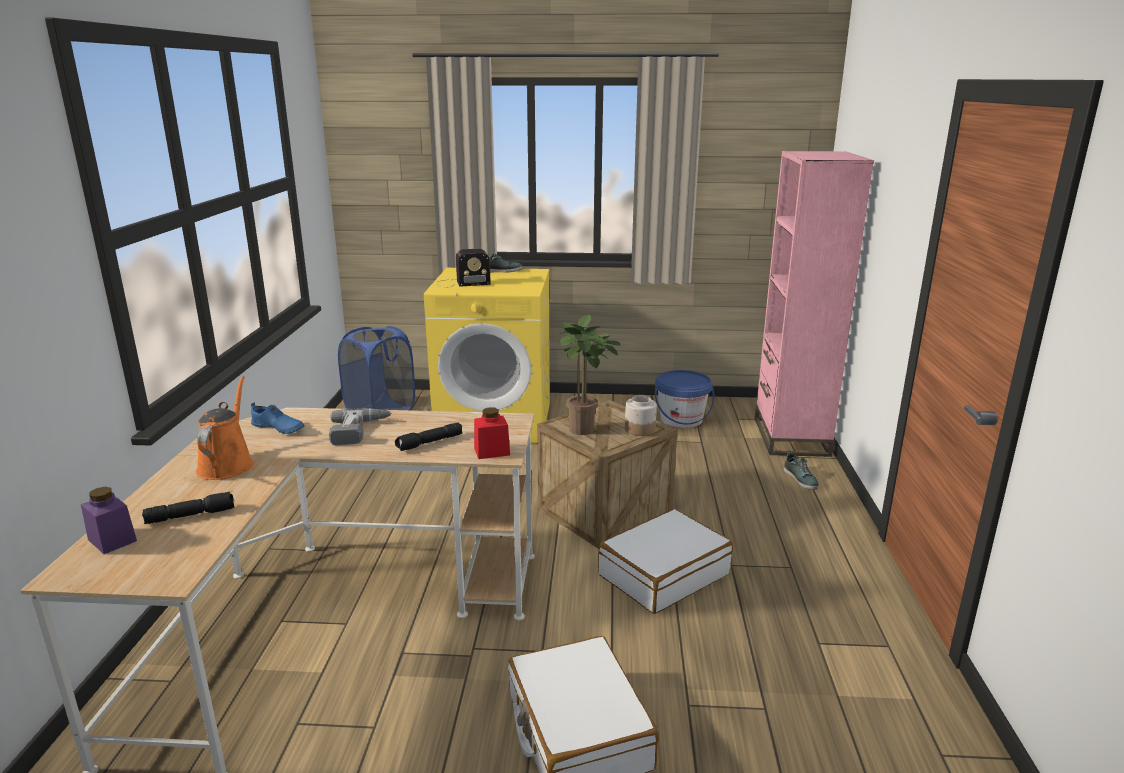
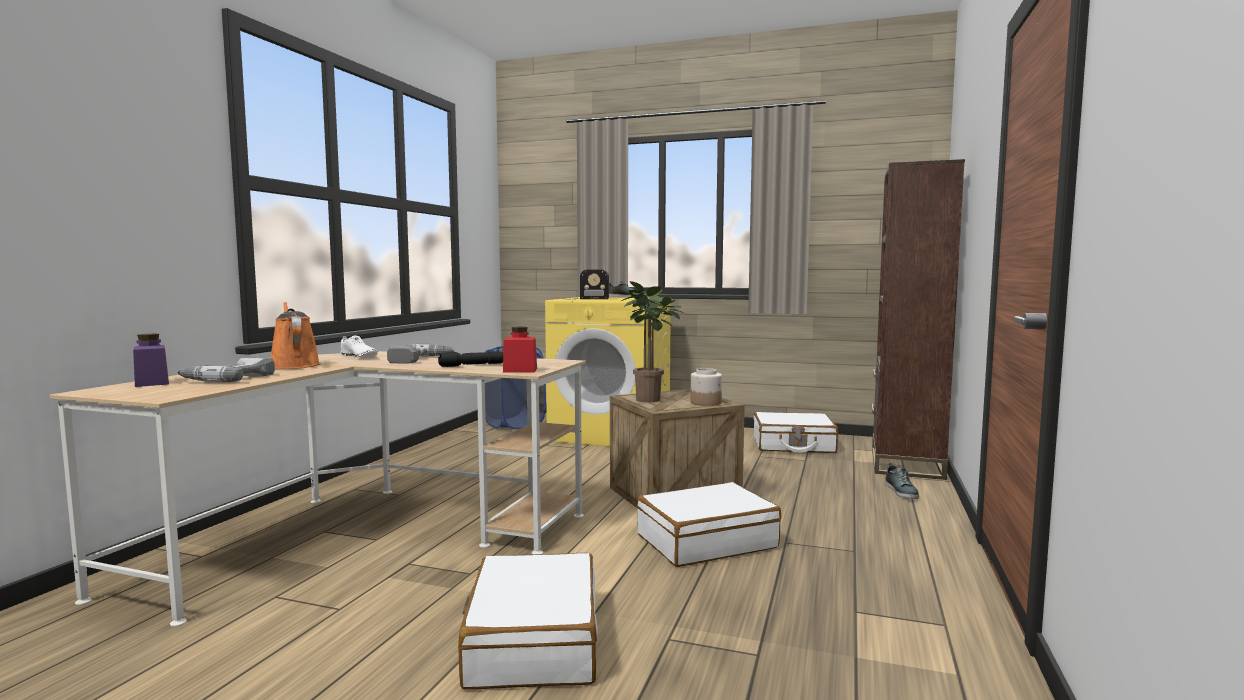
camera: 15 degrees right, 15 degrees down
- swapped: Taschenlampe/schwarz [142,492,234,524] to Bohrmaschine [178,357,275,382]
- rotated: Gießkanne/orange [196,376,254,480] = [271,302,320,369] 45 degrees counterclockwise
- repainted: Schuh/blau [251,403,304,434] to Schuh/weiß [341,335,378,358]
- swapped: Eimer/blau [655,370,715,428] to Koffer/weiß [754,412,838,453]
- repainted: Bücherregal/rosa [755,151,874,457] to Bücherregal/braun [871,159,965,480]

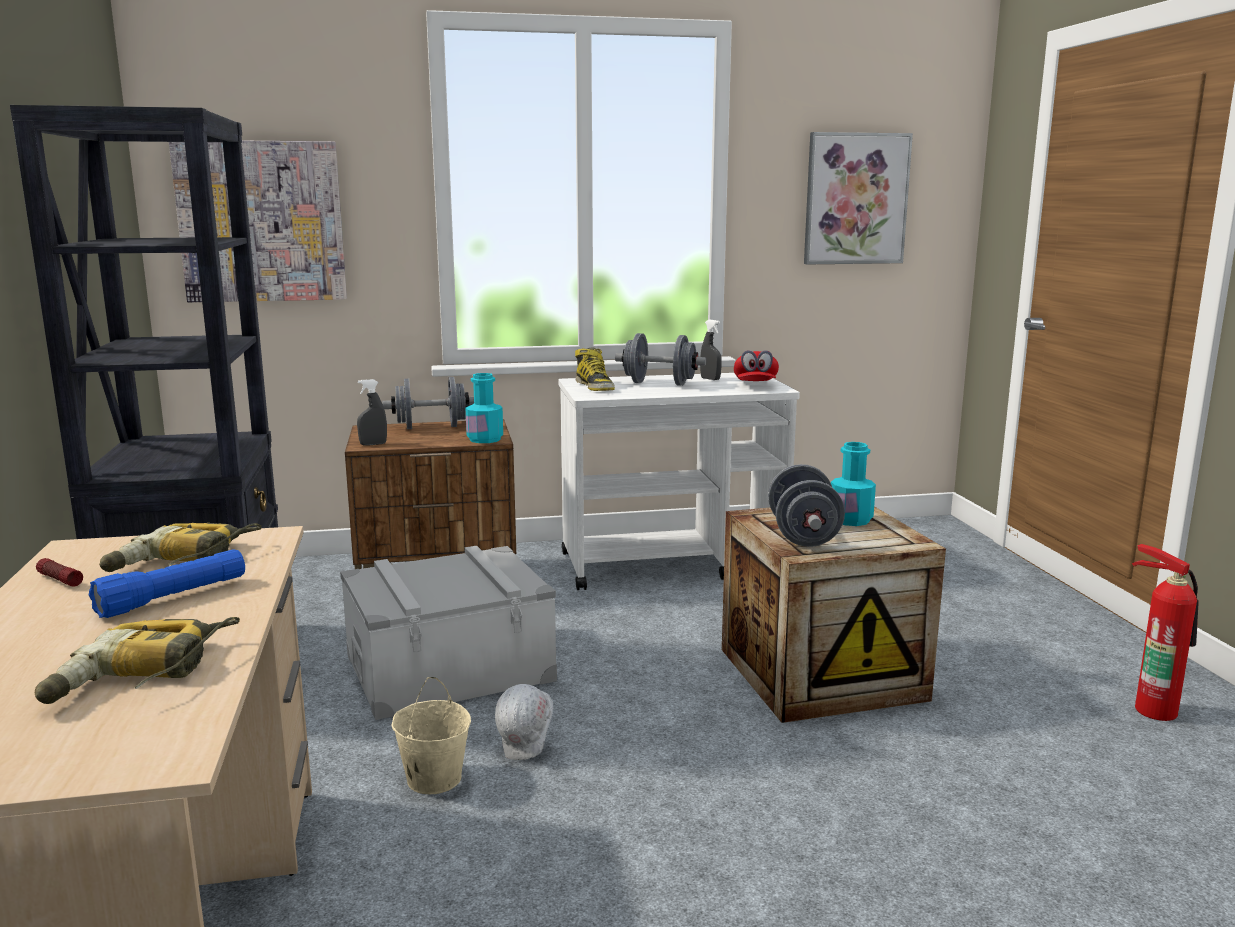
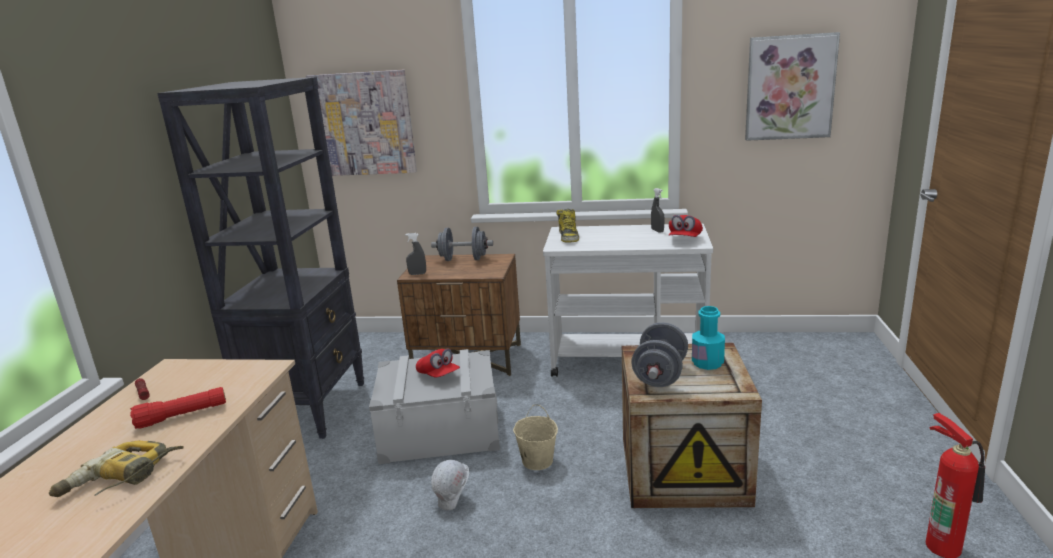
camera: 20 degrees right, 5 degrees up
- repainted: Taschenlampe/blau [89,549,245,618] to Taschenlampe/rot [130,387,226,429]
- gone: Bohrmaschine [99,523,262,572]
- shifted: Eimer/beige [391,677,471,794] to [513,405,558,470]
- gone: Flasche/türkis [466,373,503,443]
- gone: Hantel/grau [615,333,706,386]
- new: Kappe/rot [416,349,460,378]

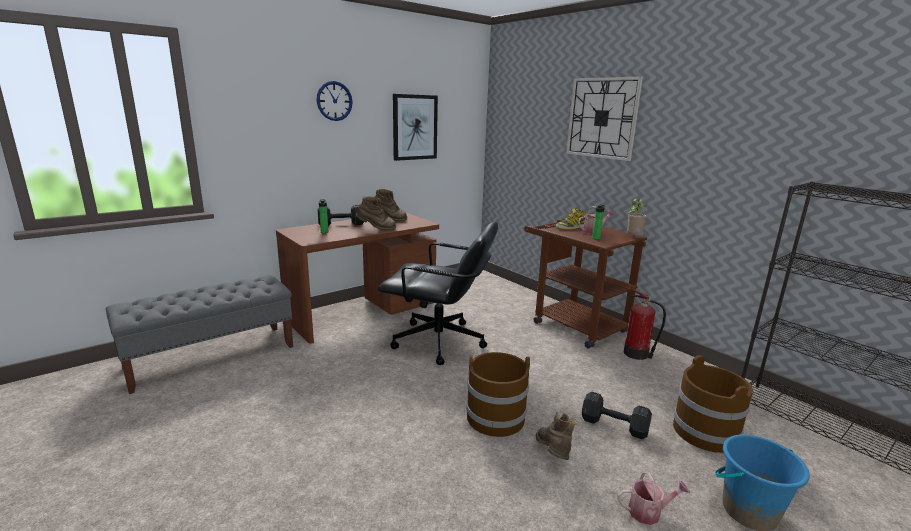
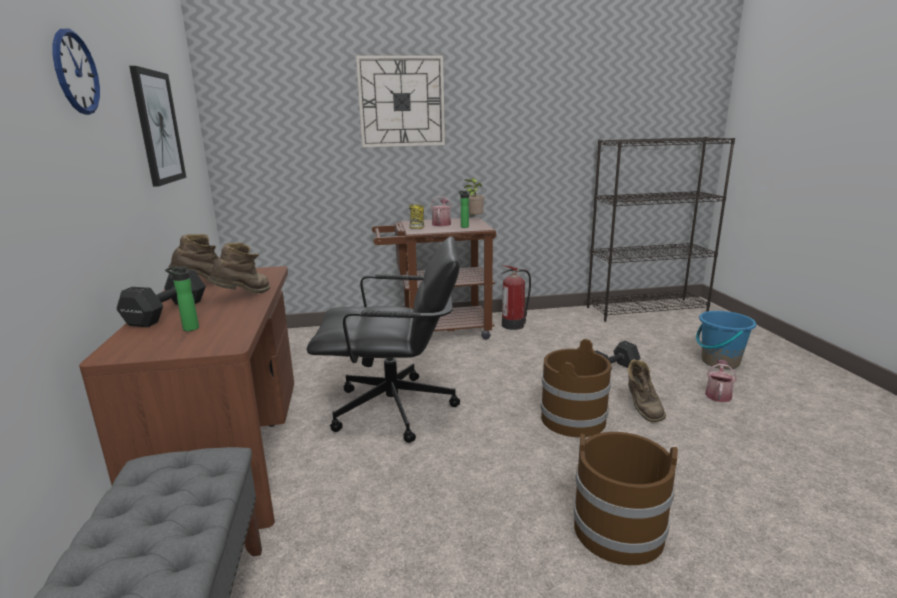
camera: 60 degrees left, 0 degrees up
- rotated: Bürostuhl/schwarz [378,221,498,365] = [307,237,460,443] 45 degrees clockwise
- rotated: Stiefel/braun [536,411,577,460] = [628,359,666,422] 120 degrees counterclockwise
- shifted: Eimer/braun [673,355,753,453] to [573,432,678,566]

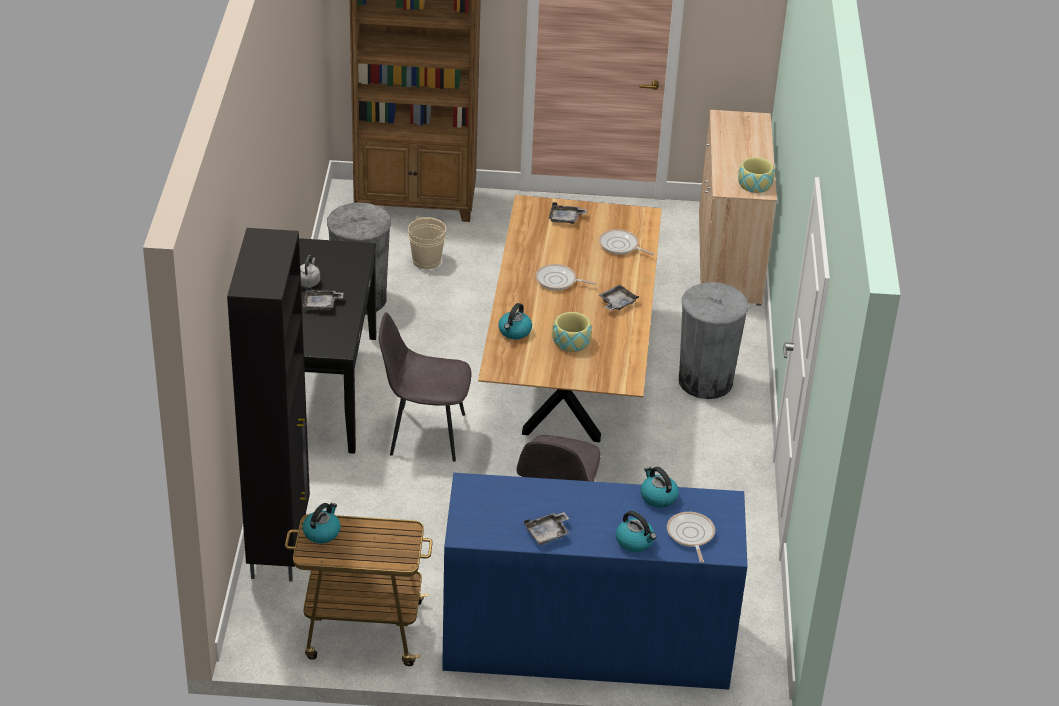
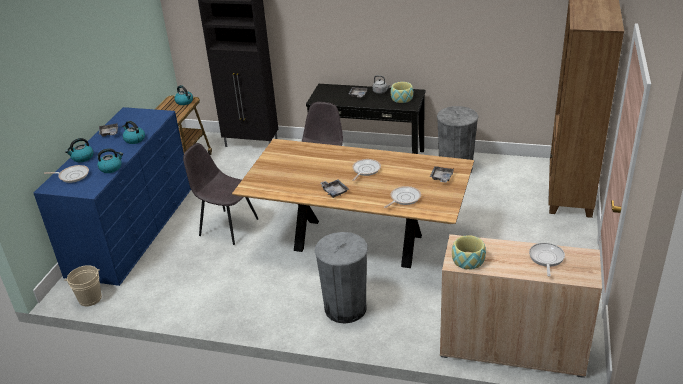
camera: 105 degrees right, 5 degrees down
- shifted: Eimer/beige [408,216,446,269] to [65,265,102,306]
- shifted: Wasserkessel [498,303,532,339] to [122,121,145,144]
- shifted: Schüssel [552,312,592,352] to [390,82,413,103]
- new: Pfanne [529,243,565,276]

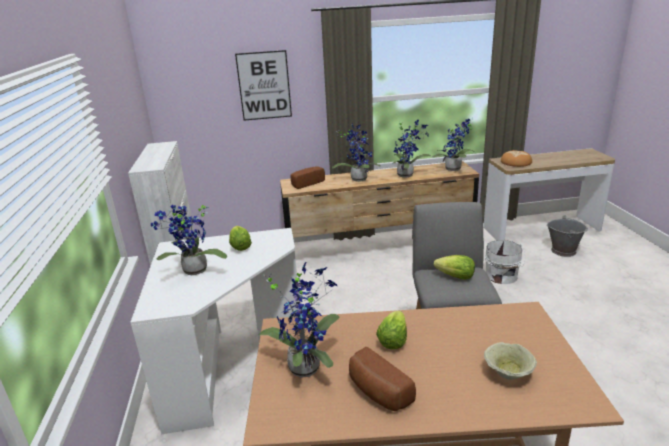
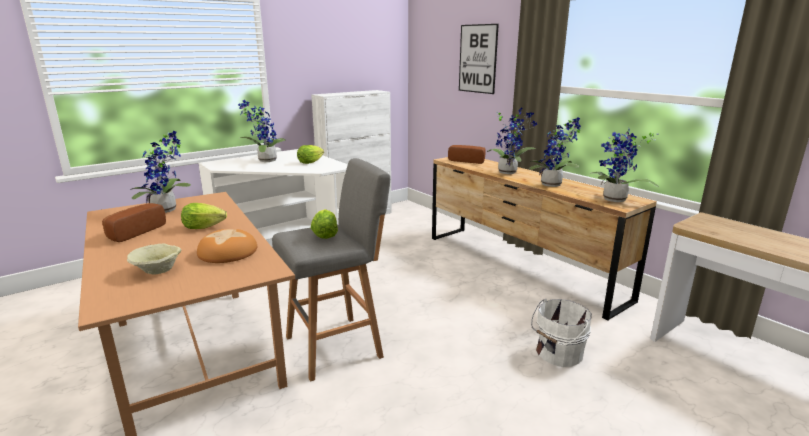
camera: 60 degrees right, 5 degrees down
- shifted: Brot [501,150,532,167] to [197,229,257,263]
- gone: Eimer/grau [547,215,588,257]

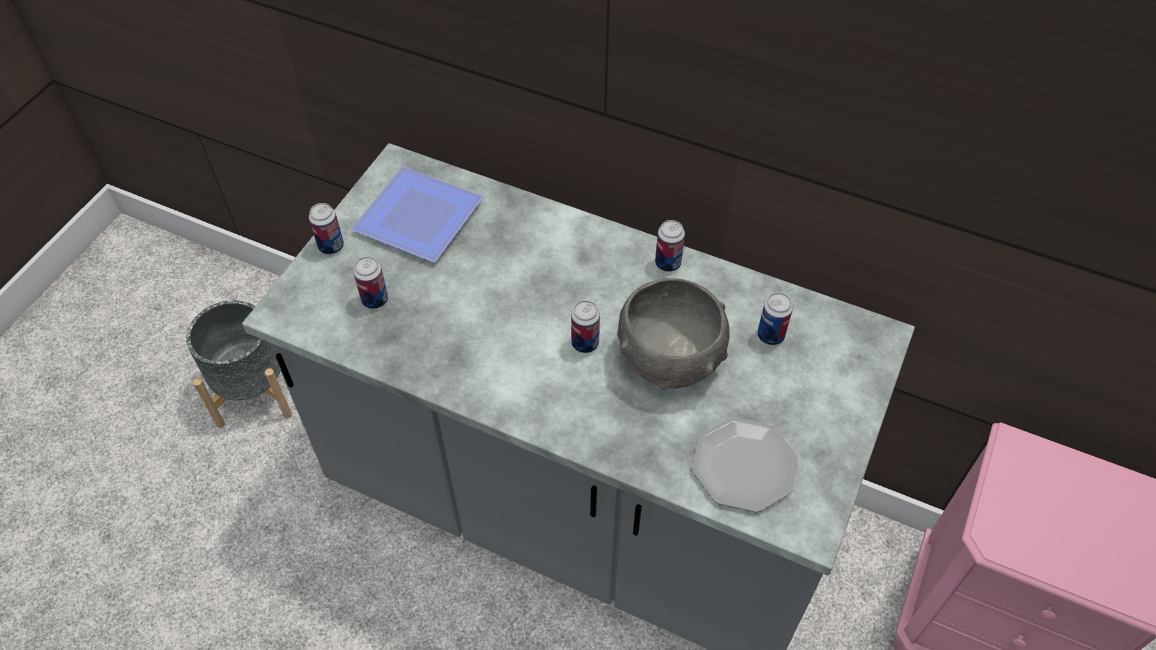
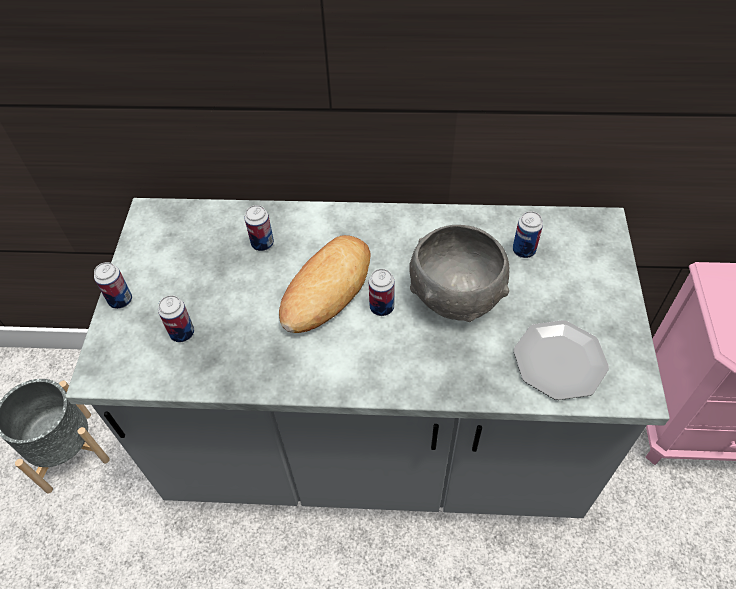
camera: 20 degrees left, 0 degrees up
- gone: Teller [351,167,483,262]
- shifted: Dose [655,220,685,272] to [244,205,274,251]
- new: Brot [279,235,371,333]

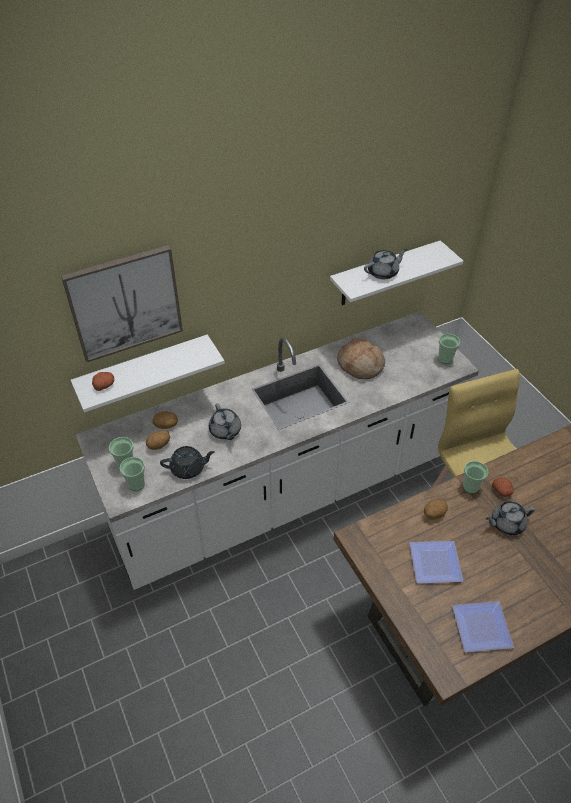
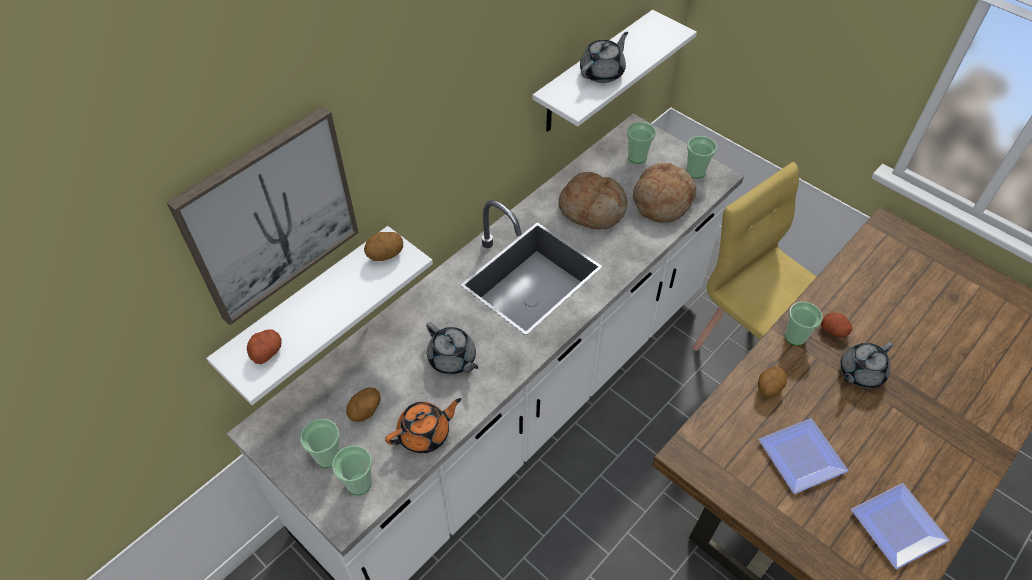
camera: 20 degrees left, 5 degrees up
- shifted: Kartoffel [153,411,178,429] to [364,232,403,261]
- repainted: Teekanne/schwarz [160,446,215,479] to Teekanne/orange [385,398,462,453]
- new: Tasse [627,122,656,164]
- new: Brot [633,163,696,223]

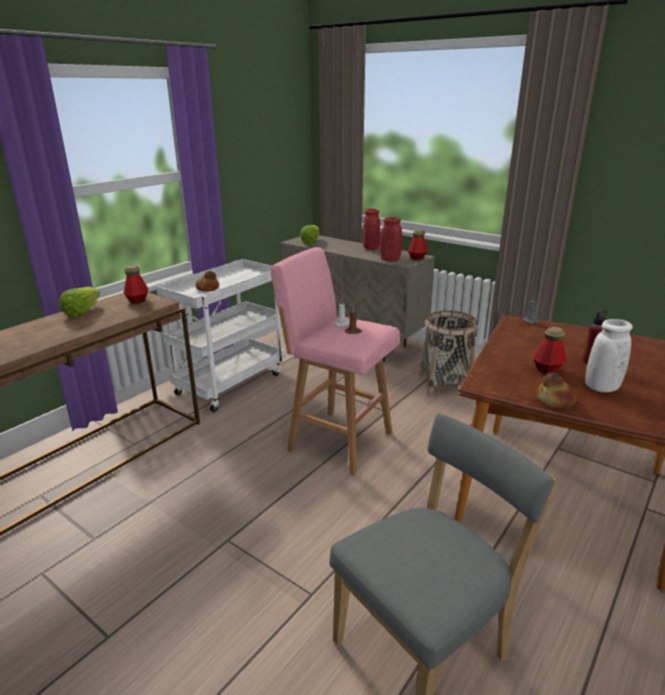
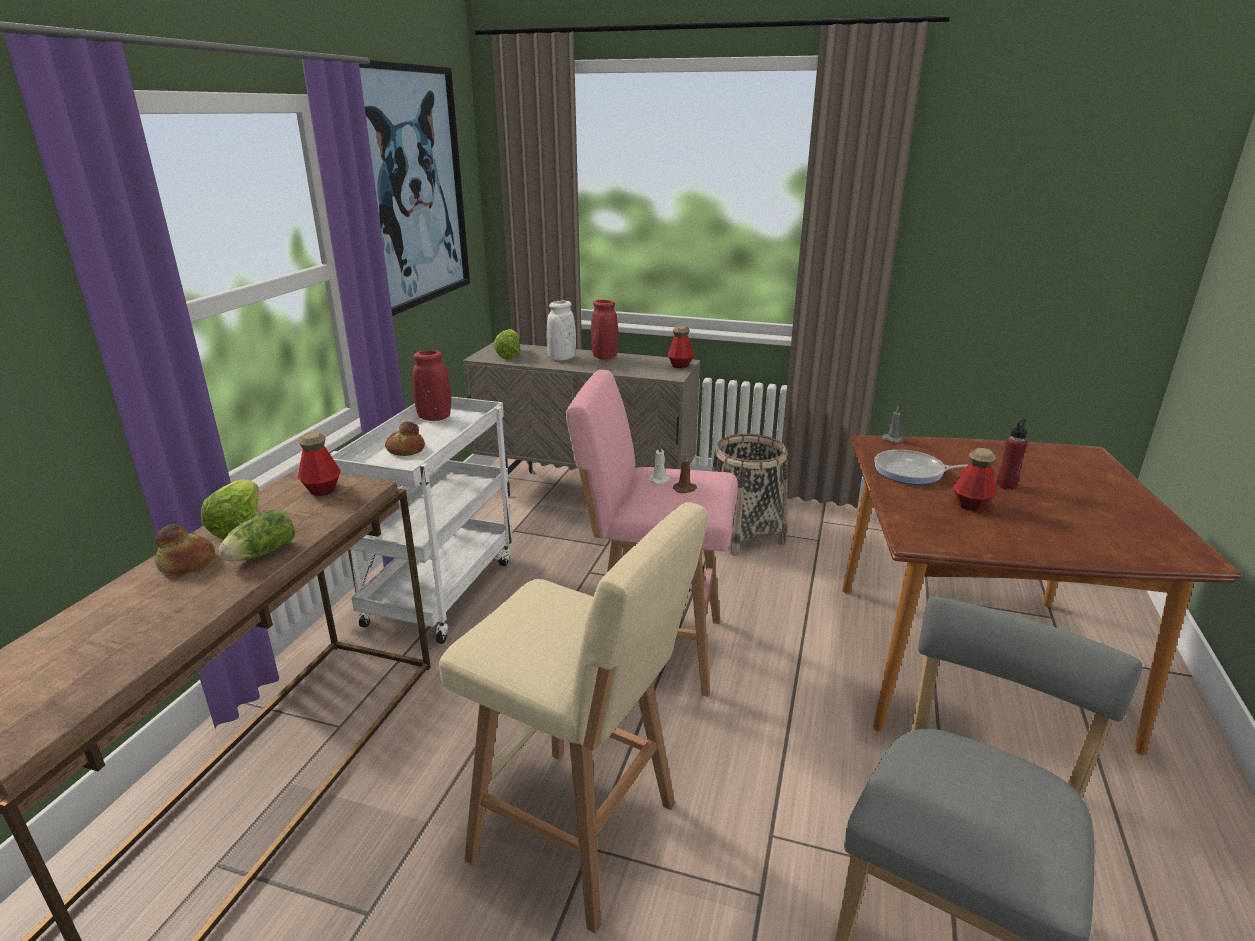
camera: 20 degrees left, 0 degrees up
- shifted: Vase/rot [380,218,402,261] to [413,350,451,421]
- shifted: Brot [536,372,577,408] to [155,524,215,576]
- shifted: Vase/weiß [585,319,633,392] to [547,301,576,361]
- new: Salatkopf [219,510,295,562]
- new: Bild [359,60,470,316]
- new: Hocker/beige [439,502,708,933]
- new: Pfanne [874,450,967,485]

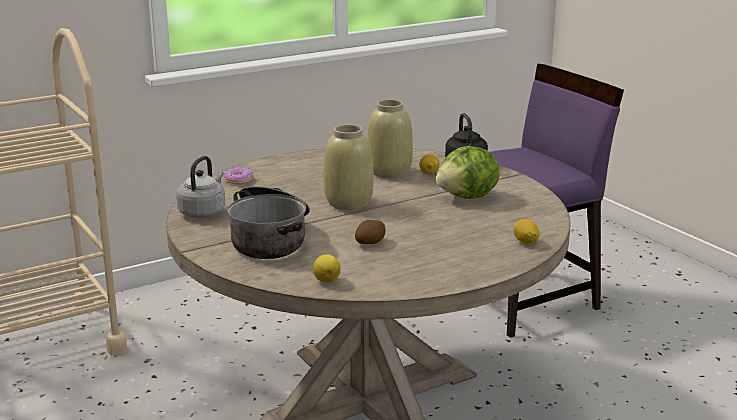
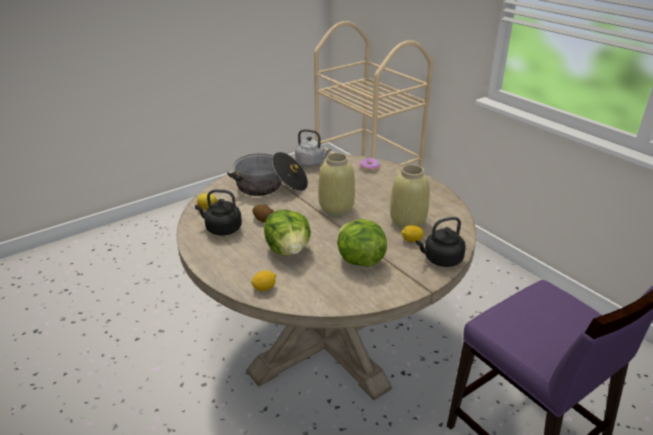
camera: 85 degrees right, 10 degrees up
- new: Wasserkessel/schwarz [195,189,242,236]
- new: Salatkopf [264,209,311,256]

